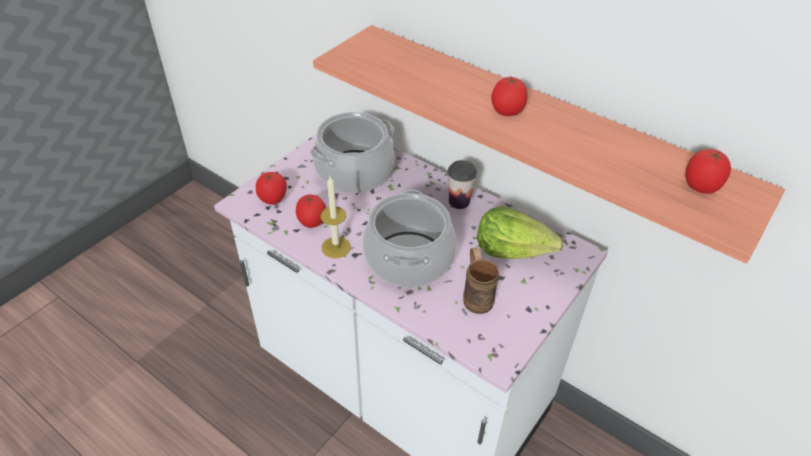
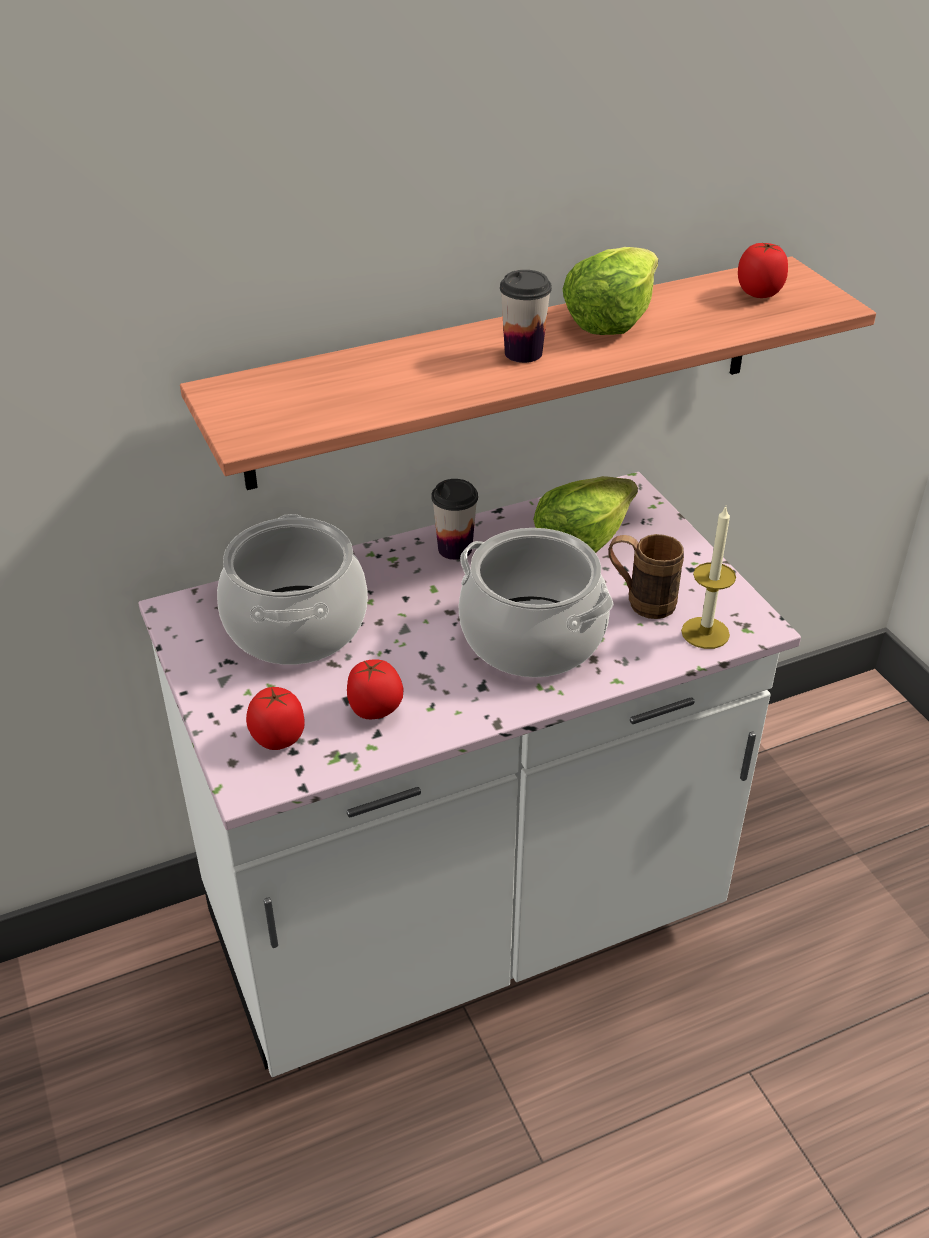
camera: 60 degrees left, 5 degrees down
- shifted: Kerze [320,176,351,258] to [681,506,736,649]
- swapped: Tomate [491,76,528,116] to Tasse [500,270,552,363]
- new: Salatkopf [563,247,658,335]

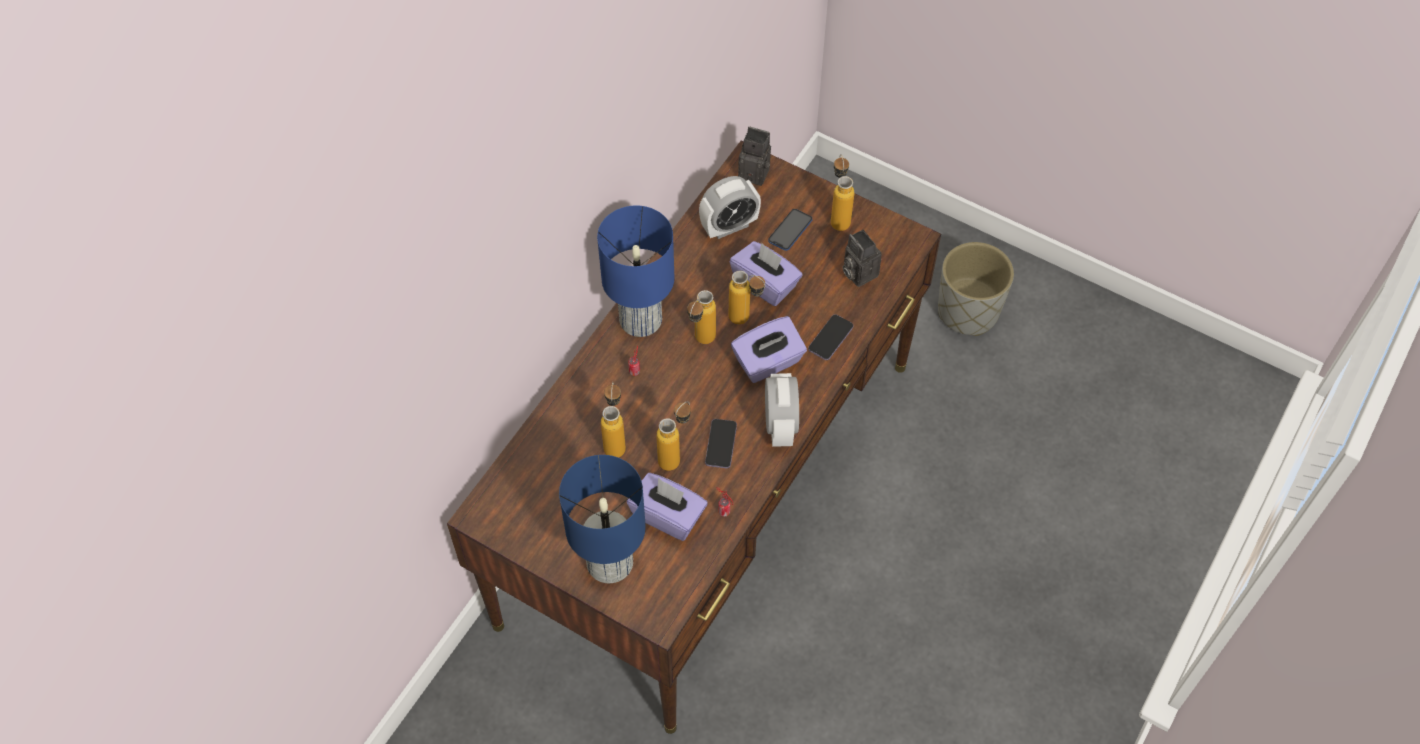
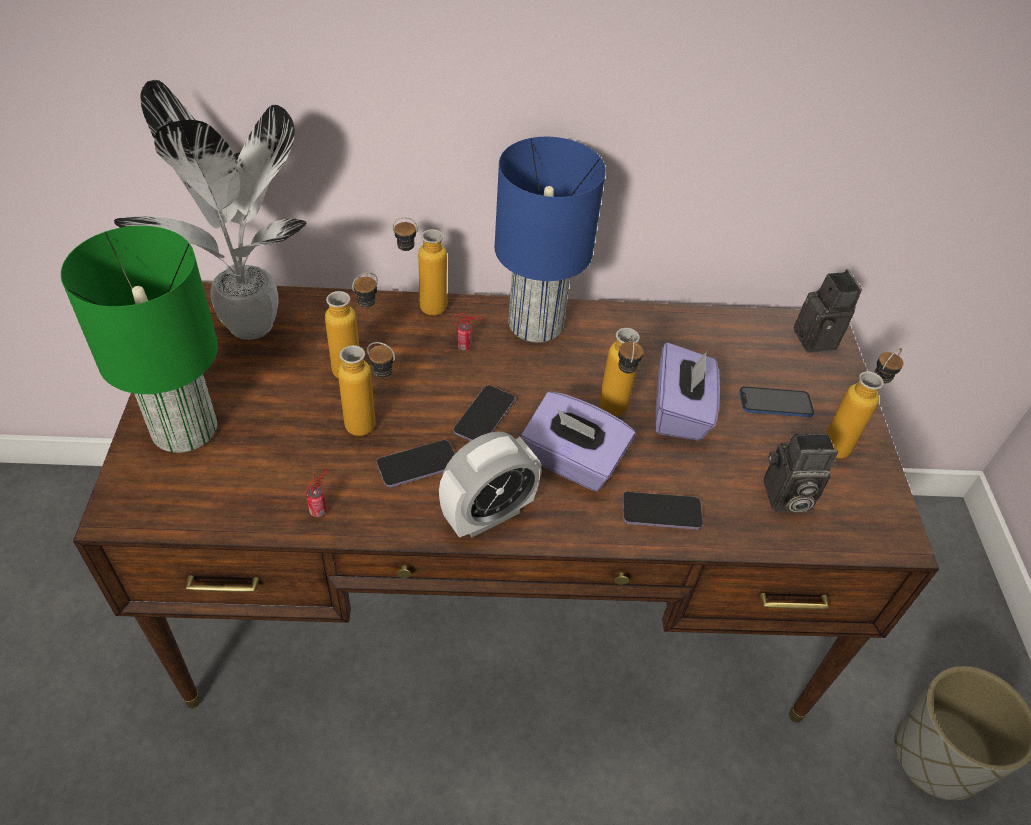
camera: 55 degrees right, 10 degrees down
- repainted: Tischlampe/blau [559,455,646,583] to Tischlampe/grün [61,226,218,453]
- gone: Taschentuchbox/lila [627,473,708,541]
- shifted: Flasche [687,290,716,344] to [392,217,447,316]
- gone: Wecker [699,176,761,239]
- rotated: Kamera [842,229,882,287] = [764,434,838,512] 120 degrees counterclockwise
- new: Topfpflanze [114,80,307,340]
- new: Handy [453,385,515,441]

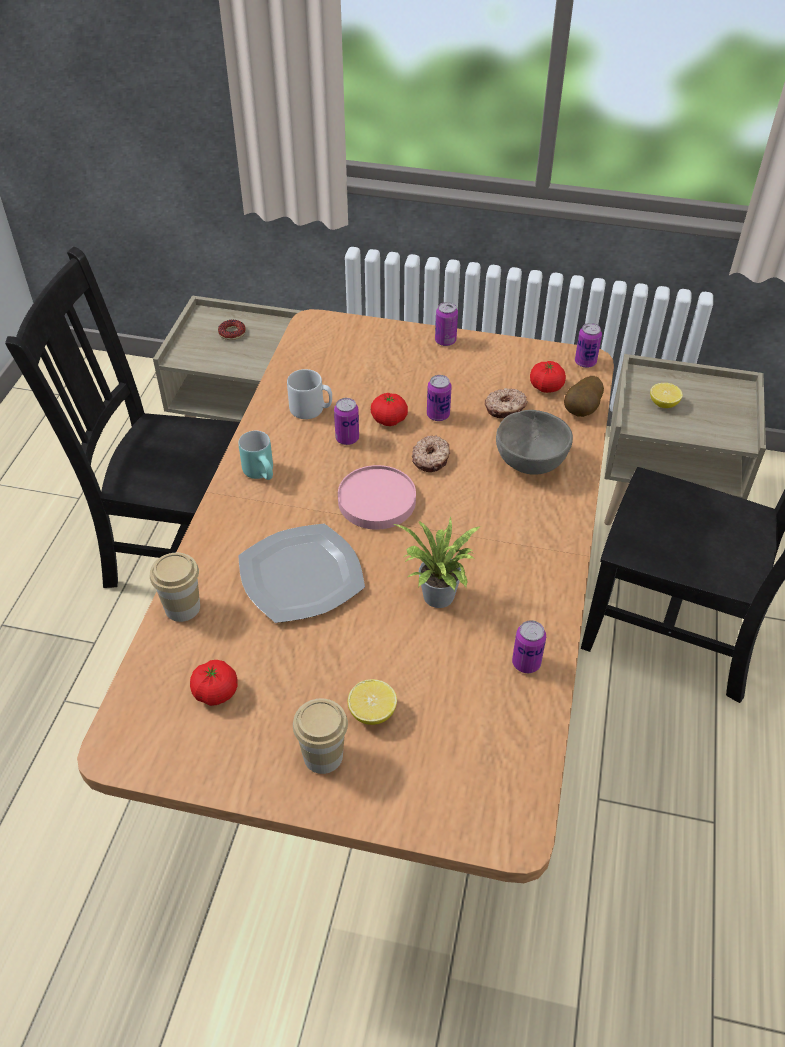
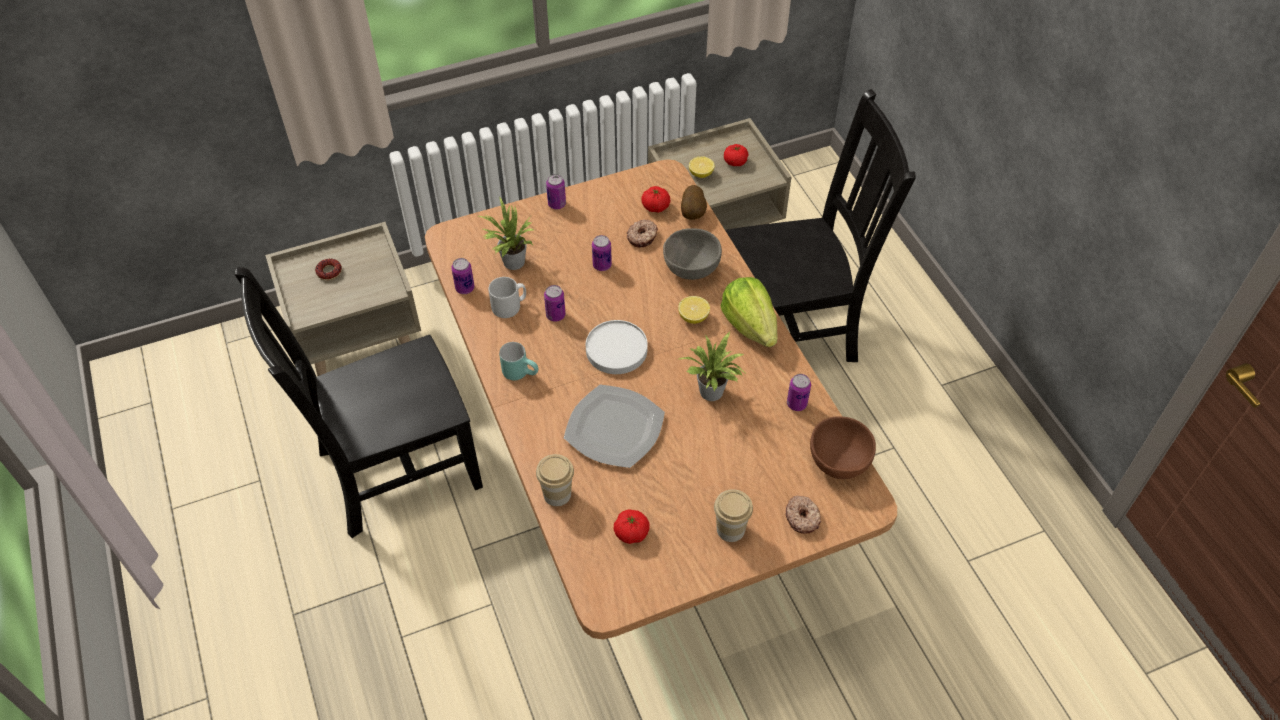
camera: 35 degrees left, 5 degrees up
- repainted: Teller/rosa [338,465,416,530] to Teller/weiß [586,320,648,374]
- shifted: Zitrone [348,679,397,725] to [678,296,710,324]
- shifted: Tomate [371,393,408,426] to [724,144,748,166]
- shifted: Donut [412,435,450,472] to [786,496,821,534]
- shifted: Dose [575,323,602,368] to [452,258,474,294]
- new: Topfpflanze [479,196,533,270]
- new: Salatkopf [721,277,777,347]
- new: Schüssel/braun [810,416,876,479]

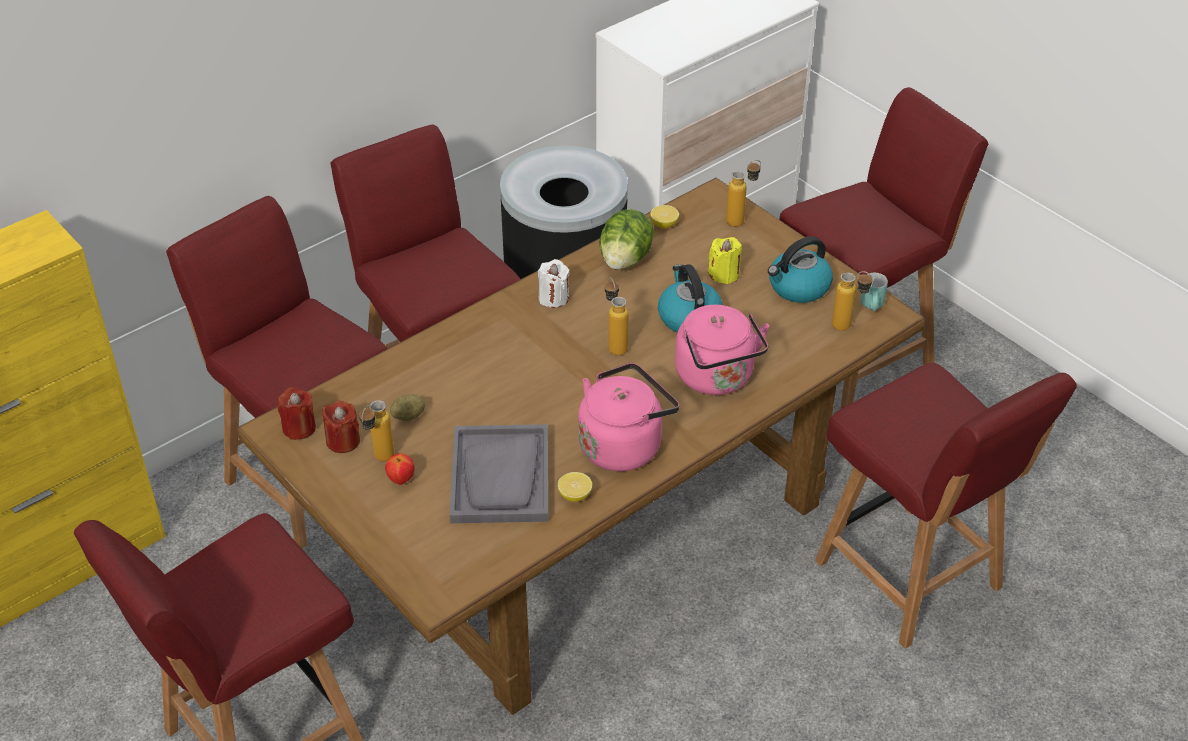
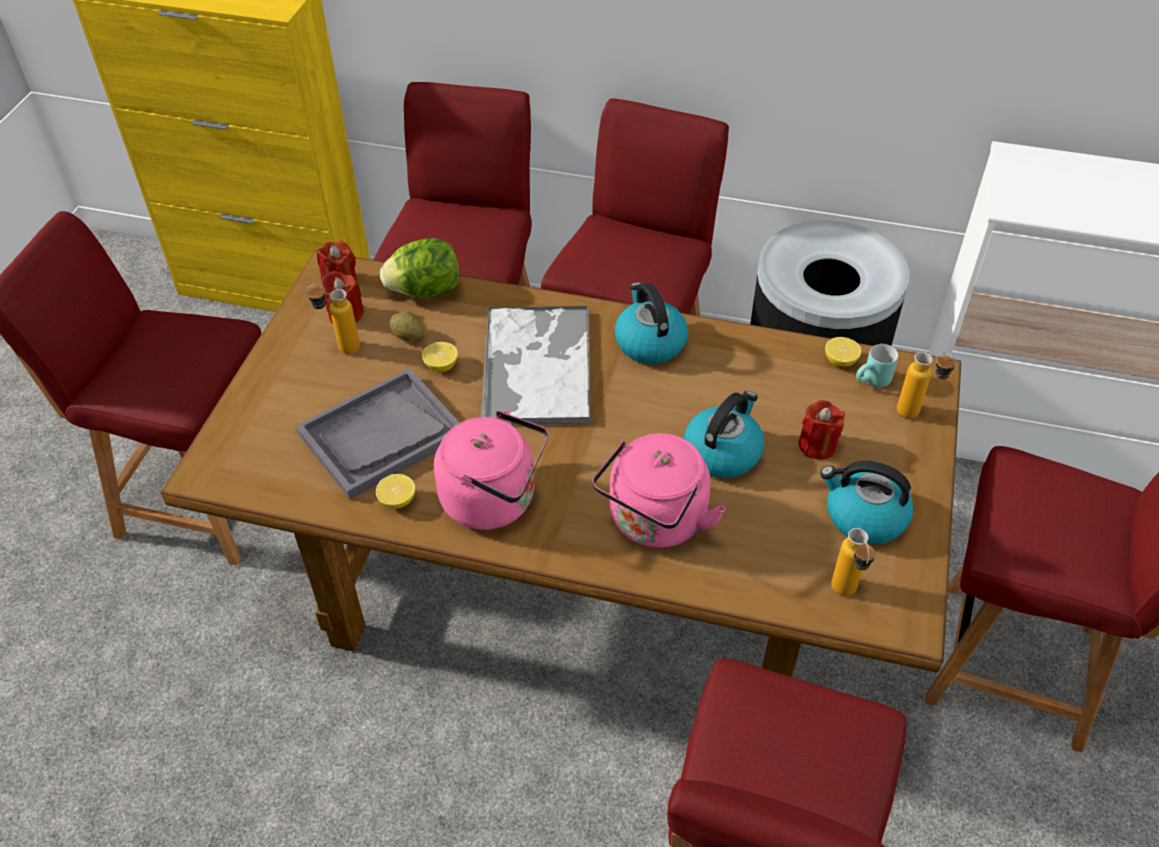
camera: 55 degrees right, 5 degrees up
- gone: Apfel [385,453,415,485]
- swapped: Kerze/weiß [538,259,569,308] to Wasserkessel [615,282,688,364]
- shifted: Salatkopf [599,209,654,270] to [380,238,459,297]
- gone: Flasche [605,277,628,356]
- repainted: Kerze/gelb [708,237,742,284] to Kerze/rot [799,400,845,460]
- shifted: Henkelbecher/türkis [861,273,888,311] to [856,344,898,387]
- new: Zitrone [422,342,458,372]
- new: Tablett [481,306,591,424]

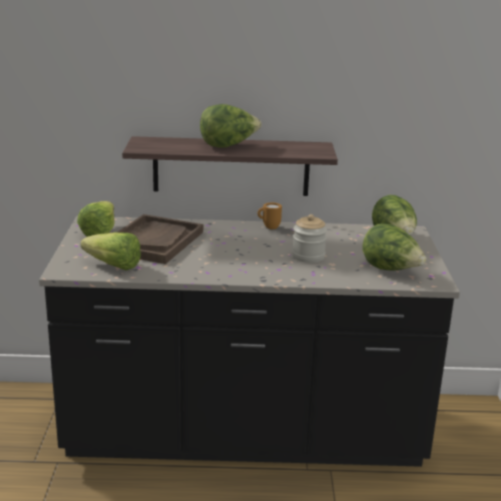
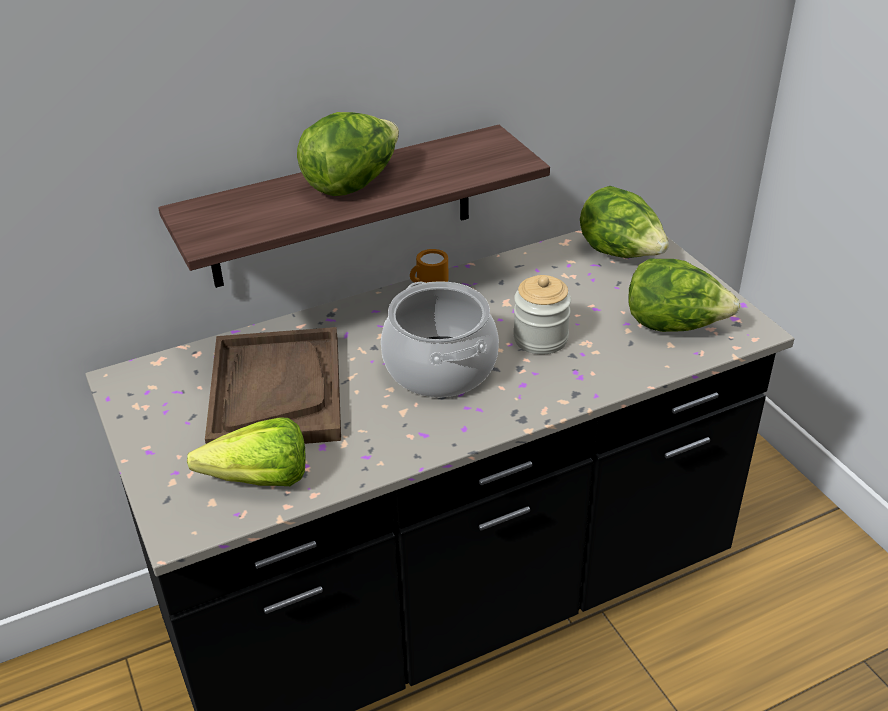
camera: 25 degrees left, 15 degrees up
- gone: Salatkopf [77,201,115,237]
- new: Kochtopf [381,281,499,397]

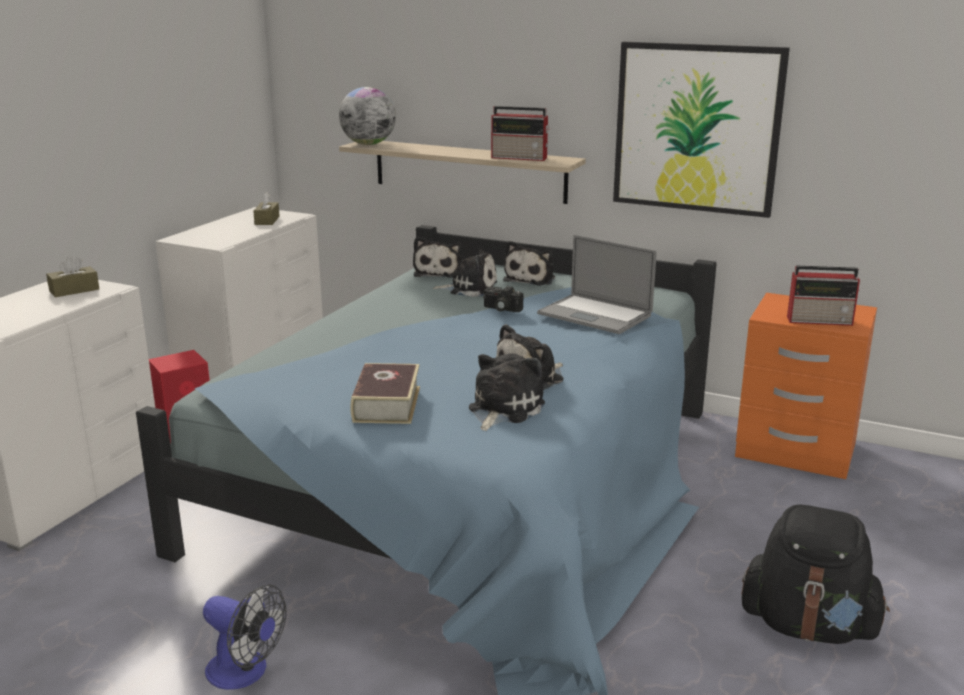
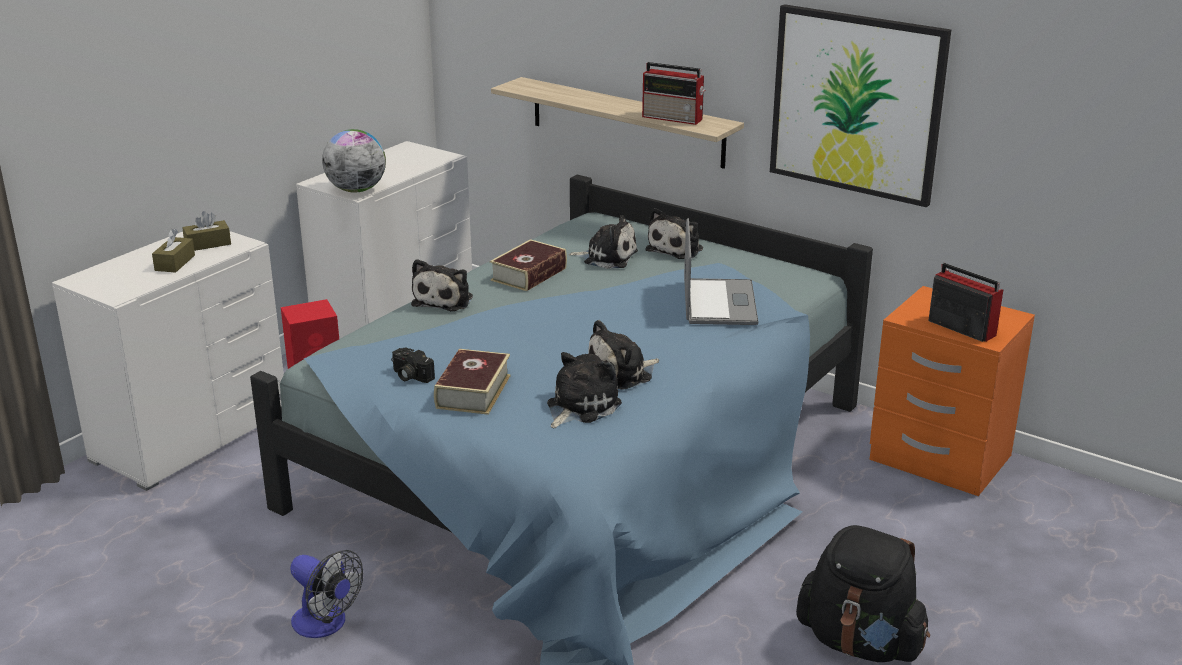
camera: 10 degrees right, 5 degrees up
- shifted: Taschentuchbox/braun [253,192,280,225] to [152,229,195,273]
- shifted: Globus [339,87,396,145] to [322,129,386,193]
- shifted: Plüschtier [413,237,462,278] to [411,259,473,311]
- shifted: Kamera [483,286,523,312] to [391,347,435,383]
- rotated: Laptop [537,235,657,334] = [684,218,758,325] 135 degrees counterclockwise
- rotated: Radio [787,266,860,326] = [928,263,1003,342] 150 degrees counterclockwise
- new: Buch [490,239,567,291]

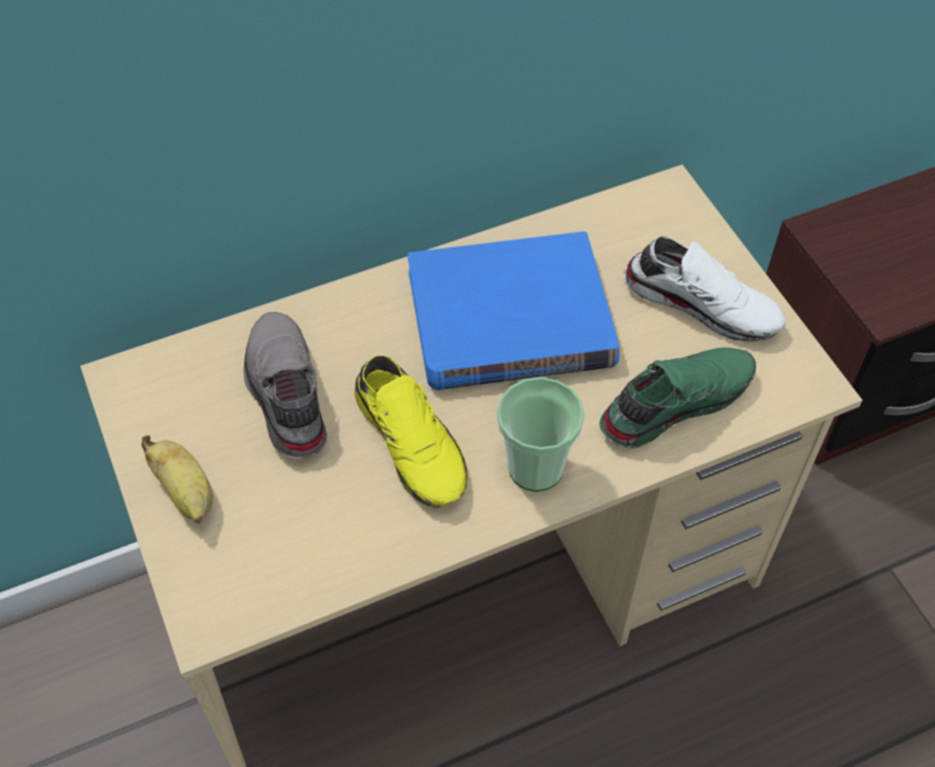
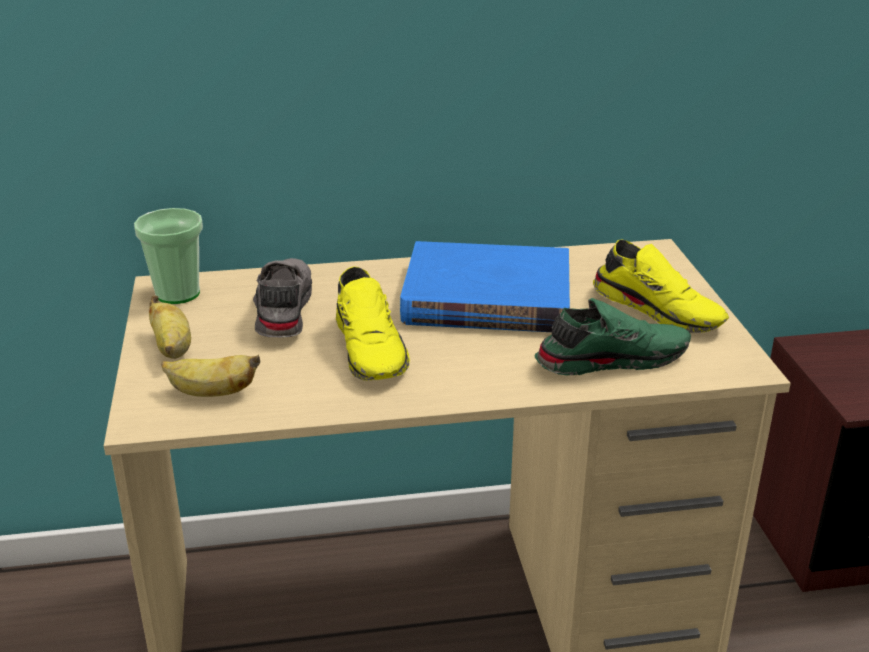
camera: 15 degrees right, 25 degrees down
- shifted: Tasse [497,377,585,492] to [134,208,203,304]
- repainted: Schuh/weiß [623,236,787,342] to Schuh/gelb [593,239,729,333]
- new: Banane [161,354,260,397]

